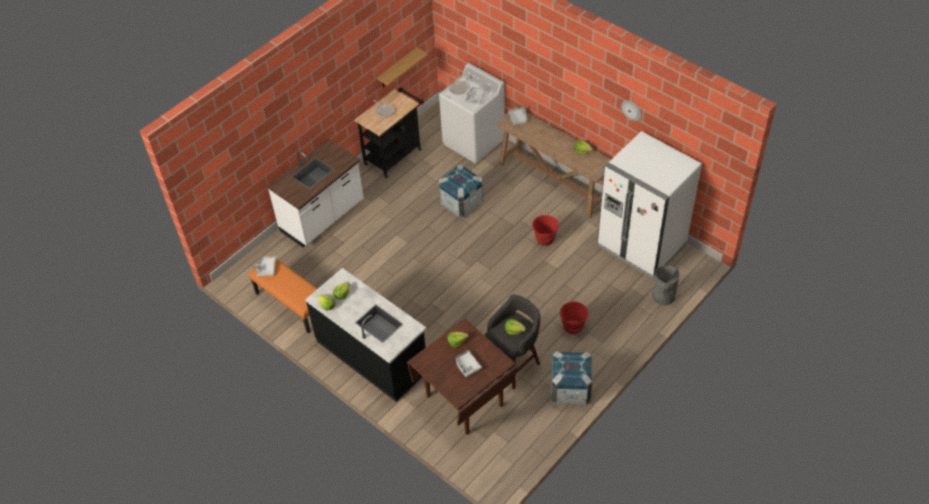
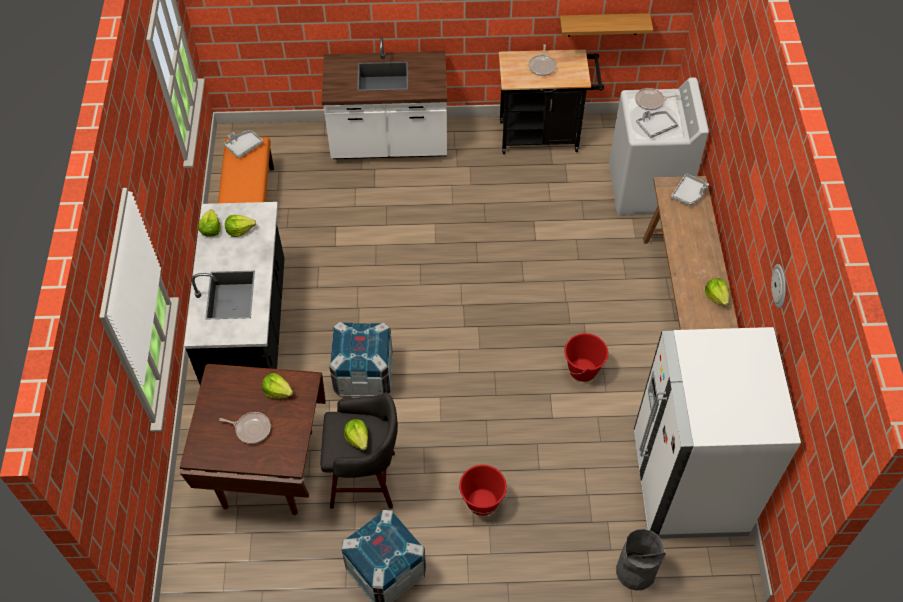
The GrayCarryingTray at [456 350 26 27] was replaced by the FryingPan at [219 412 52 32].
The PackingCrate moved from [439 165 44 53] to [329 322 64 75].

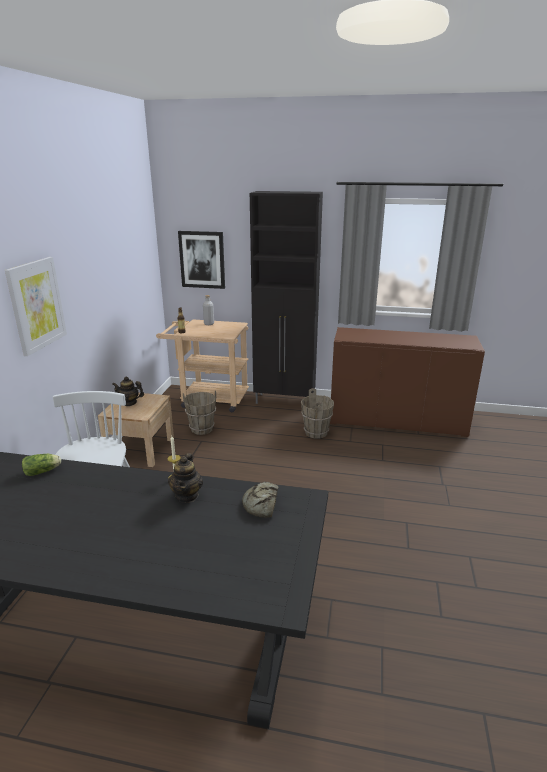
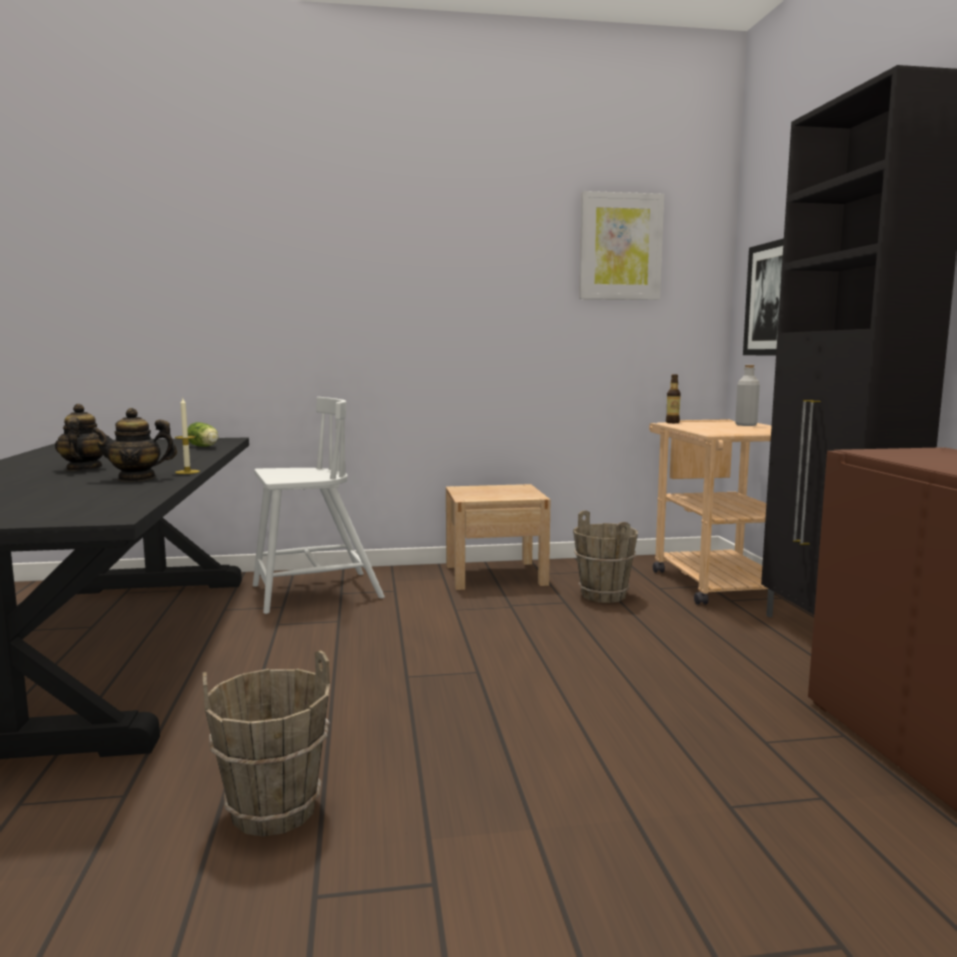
The TeaPot moved from [112 376 32 30] to [55 404 48 67].
The BrownColouredWaterBucket moved from [301 388 33 51] to [203 650 127 187].
The Picture moved from [5 257 62 99] to [579 191 85 109].
The BakeryBread at [242 482 37 36] disappeared.

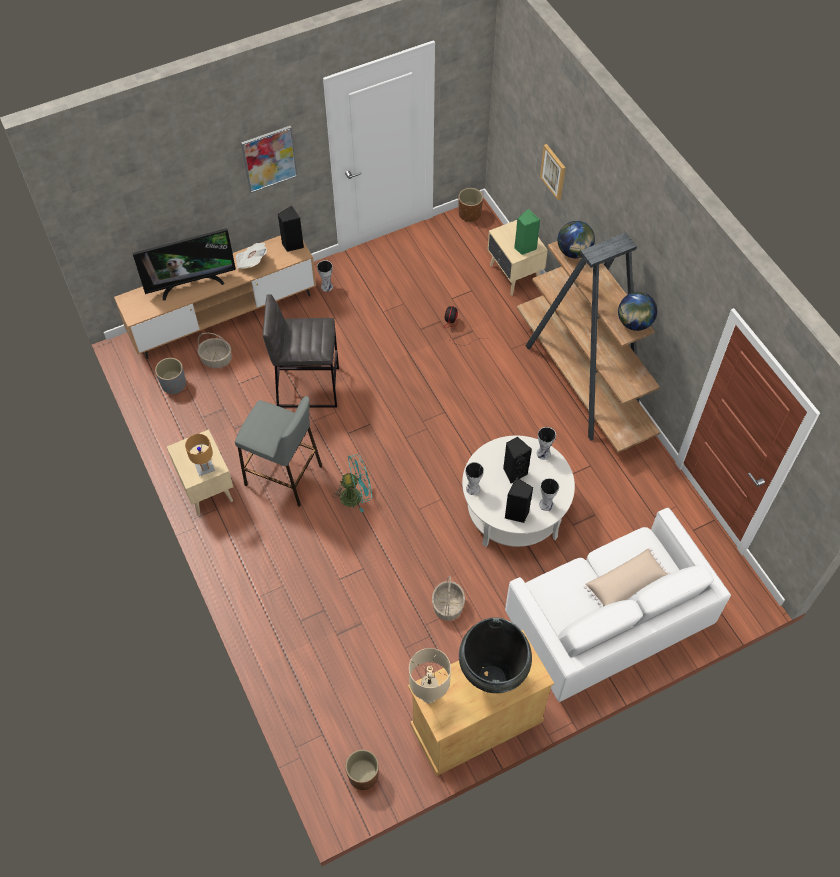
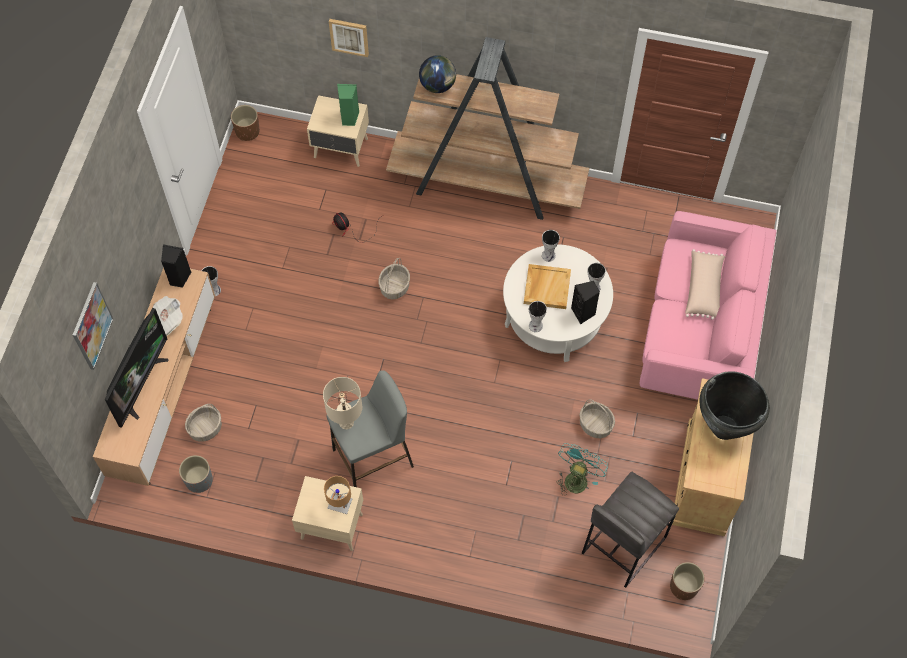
The Picture moved from [241 126 57 67] to [73 282 40 88].
The BeigeTabletopLamp moved from [409 648 42 55] to [323 377 39 53].
The HouseholdBasket at [378 258 32 41] appeared.
The BlackAudioSpeaker at [503 437 29 47] was replaced by the BeigeCarryingTray at [524 264 47 45].
The TurquoiseElectricFan moved from [334 454 38 58] to [557 443 51 53].
The GrayStoolSeat moved from [263 294 76 114] to [582 471 97 117].
The WhiteSofa at [505 508 226 194] became the PinkishSofa at [640 211 137 189].
The Globe at [618 292 39 39] disappeared.

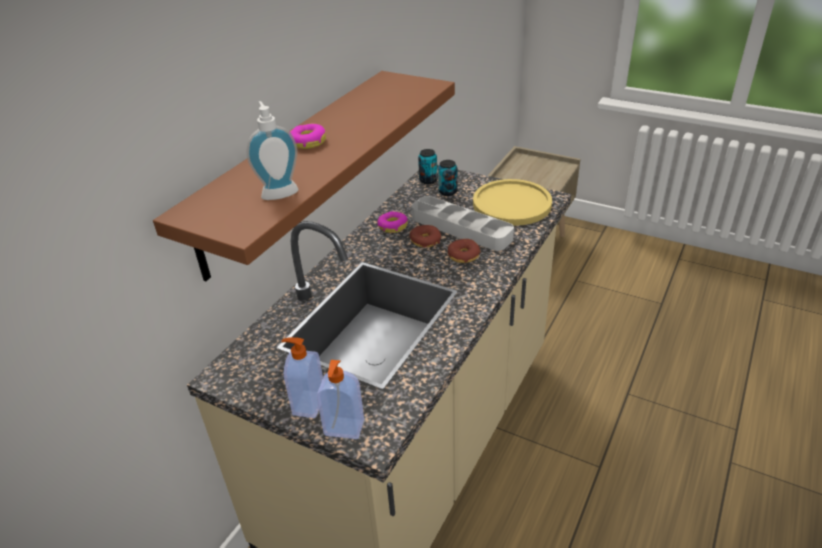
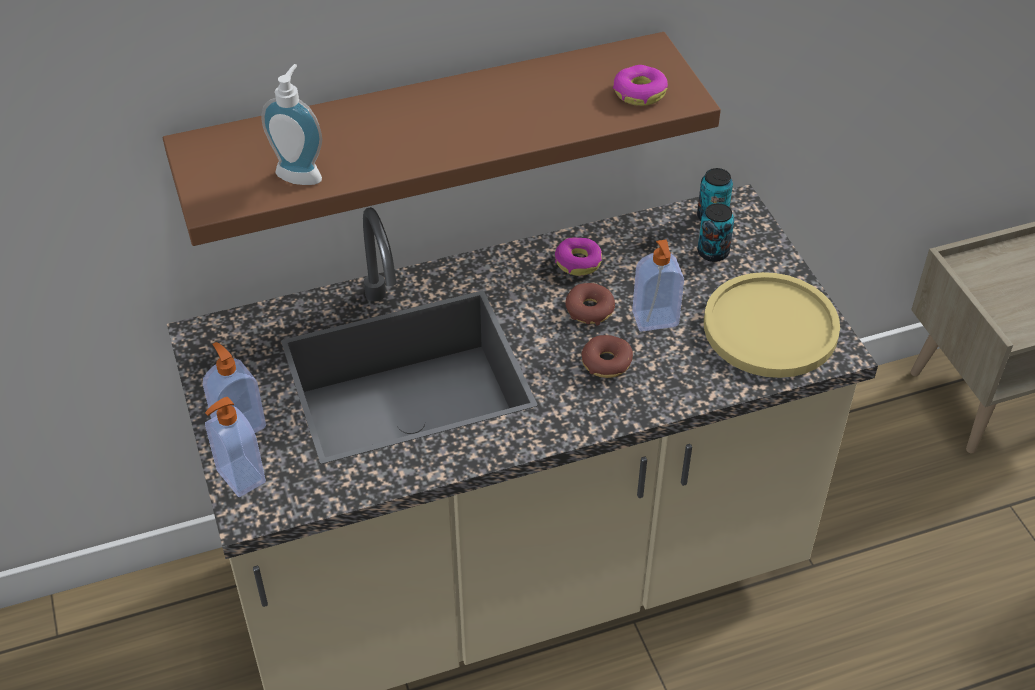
The RingDoughnut moved from [290 124 36 25] to [613 65 55 41].
The GrayCarryingTray at [412 196 102 55] was replaced by the SoapBottle at [632 240 52 92].

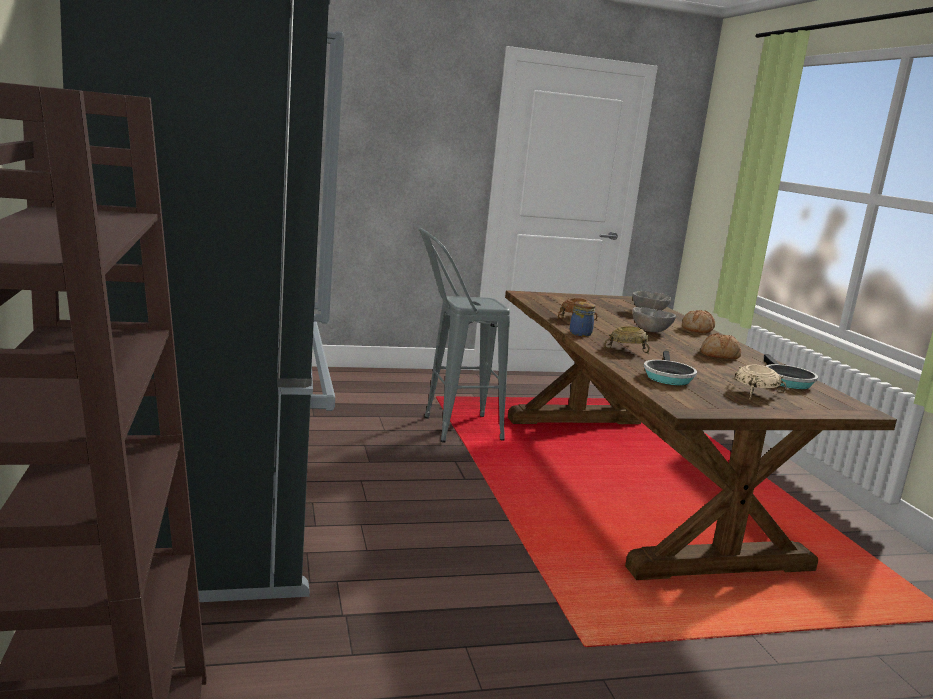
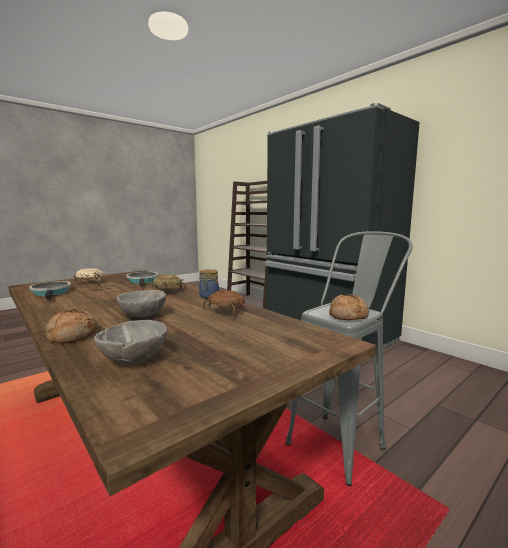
The BakeryBread moved from [701 333 40 26] to [329 294 40 26].

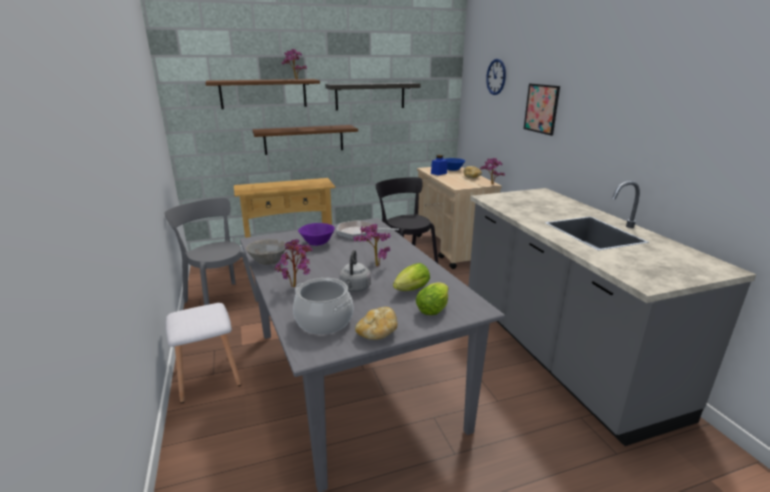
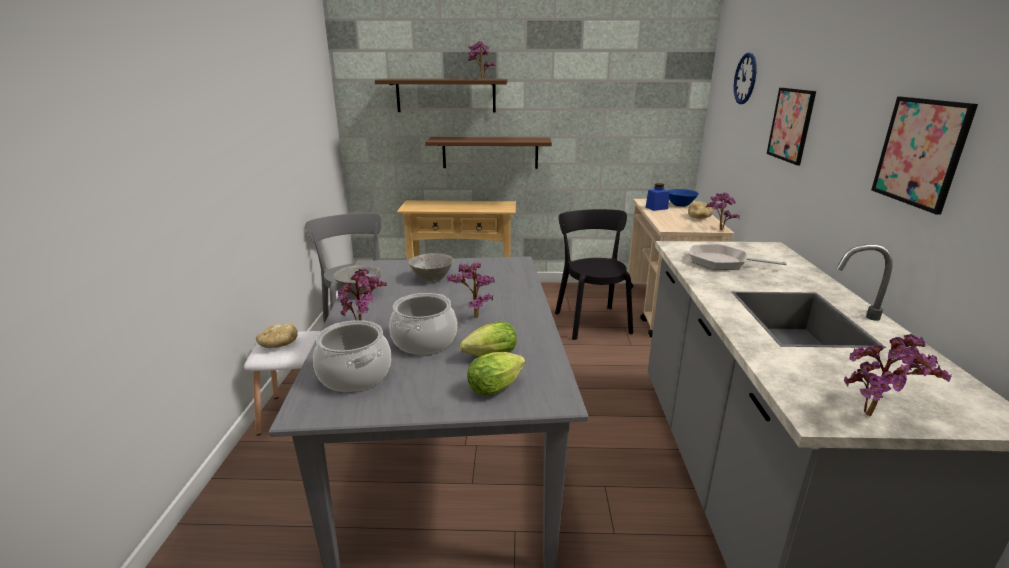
The BakeryBread moved from [355 307 43 33] to [256 324 42 24].
The GrayWaterKettle at [339 250 32 42] was replaced by the CookingPot at [389 293 68 61].
The PurplishBowl at [298 223 37 23] became the GrayBowl at [408 253 46 28].
The FryingPan moved from [336 220 63 19] to [689 244 98 26].
The Houseplant at [844 334 108 83] appeared.
The Picture at [871 97 107 117] appeared.
The WallShelf at [325 82 95 28] disappeared.

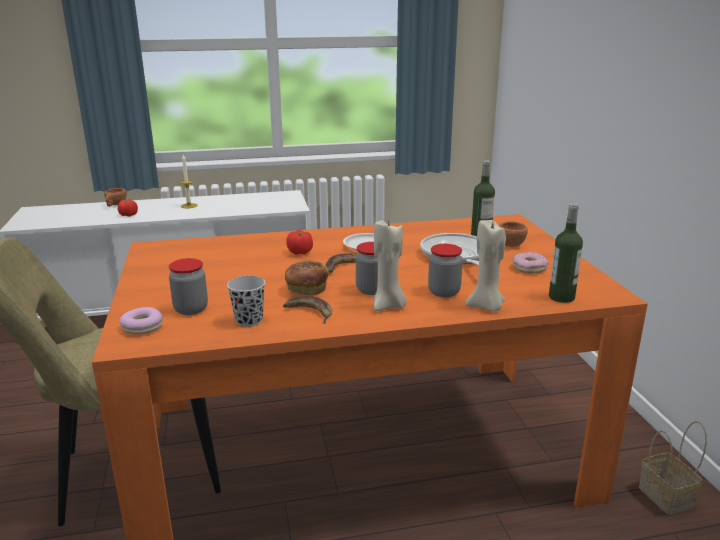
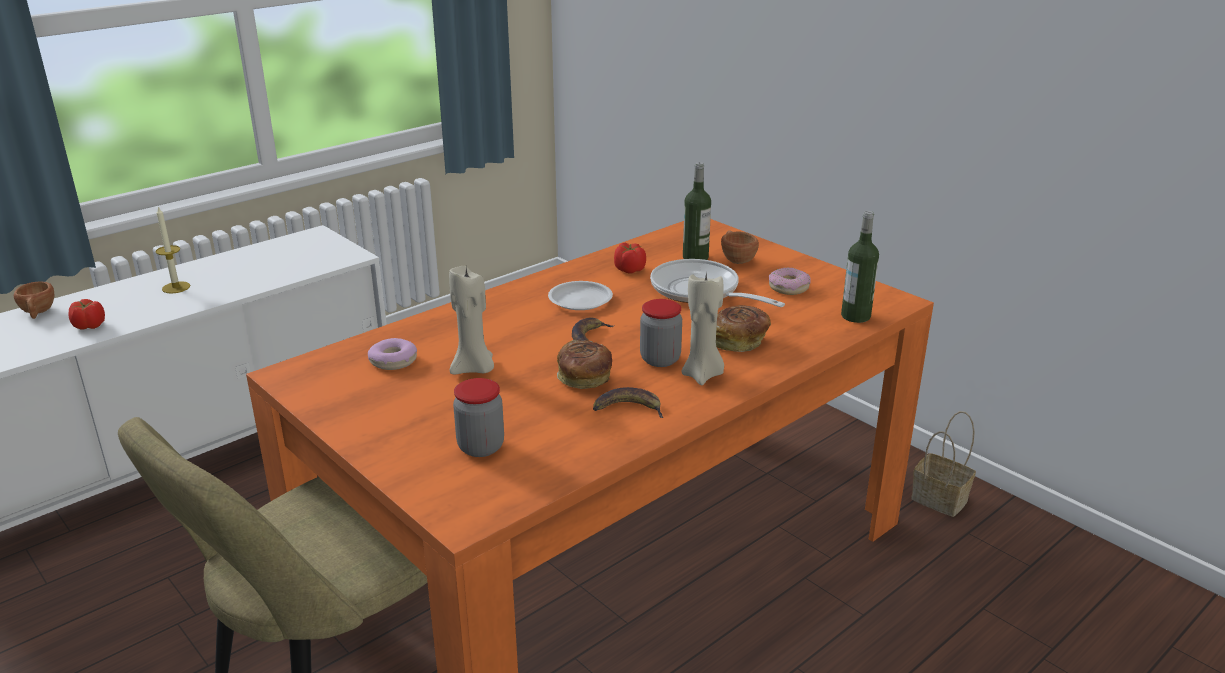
The RingDoughnut moved from [120 307 43 28] to [368 338 49 32].
The BeigeWaxCandle moved from [465 220 41 91] to [449 266 45 108].
The WholeTomato moved from [286 230 27 25] to [614 243 32 31].
The Jar at [428 244 35 53] was replaced by the BakeryBread at [716 305 55 47].
The BlackDrinkingCup at [227 276 38 51] disappeared.

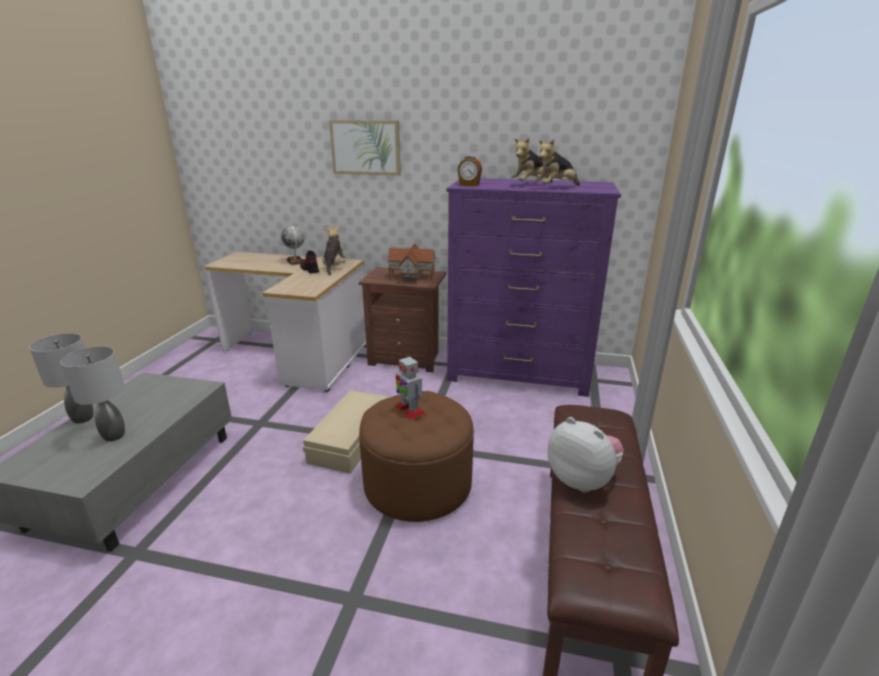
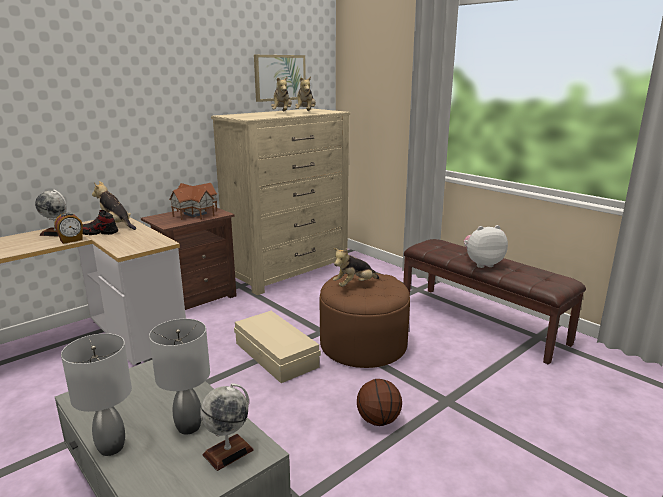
The AlarmClock moved from [457 156 25 30] to [55 213 28 31].
The Globe at [200 383 54 88] appeared.
The PurplishDresser at [446 178 175 219] became the BeigeDresser at [211 109 139 186].
The Picture moved from [329 120 72 56] to [254 55 52 47].
The ModelRobot at [395 355 30 65] was replaced by the SoftToy at [333 248 46 39].
The Basketball at [357 379 45 47] appeared.

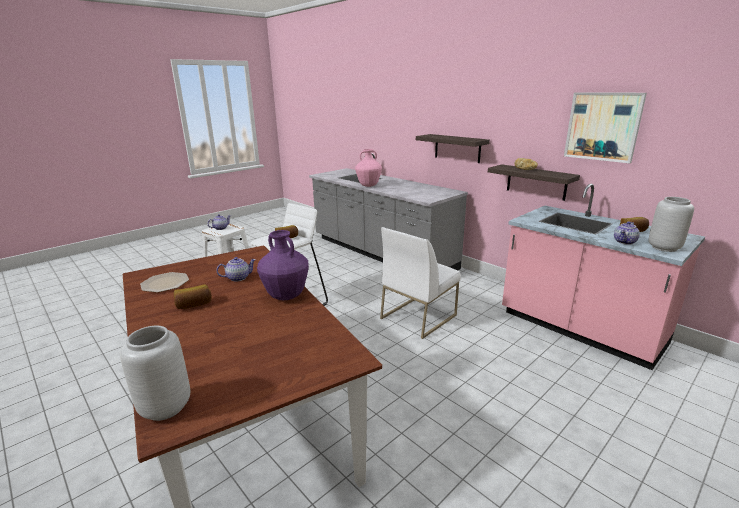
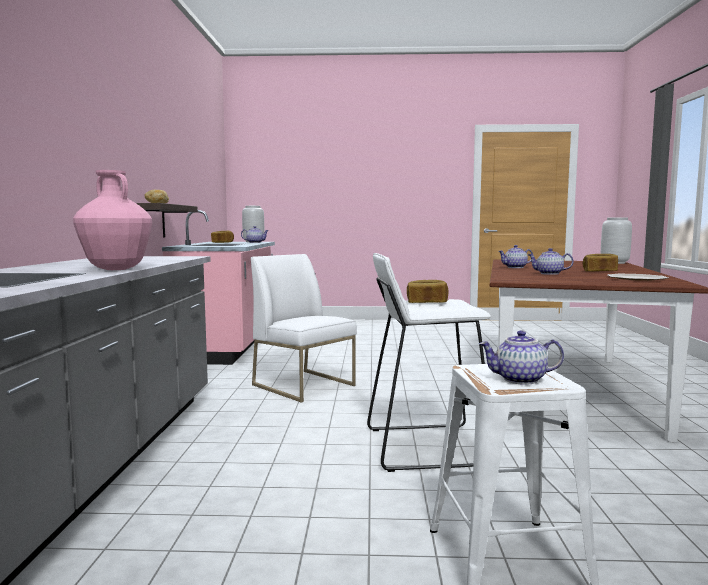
The WhiteUprightChair at [380 227 81 112] turned 135 degrees counterclockwise.
The PurplishDecorativeVase at [257 230 52 70] was replaced by the TeaPot at [498 245 35 23].
The WallShelf at [416 134 74 29] disappeared.
The Picture at [564 92 83 71] disappeared.

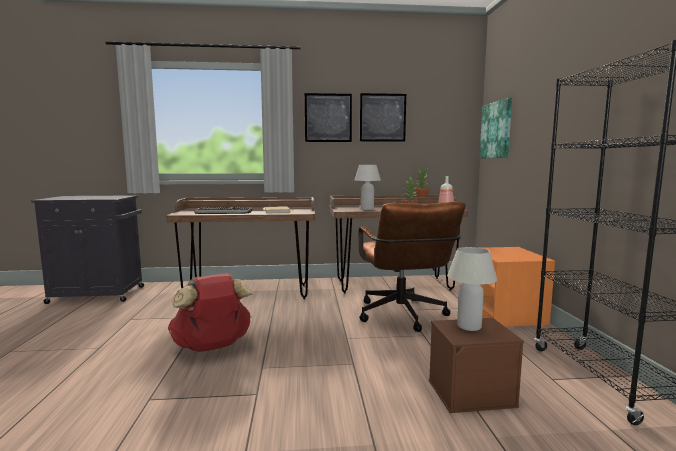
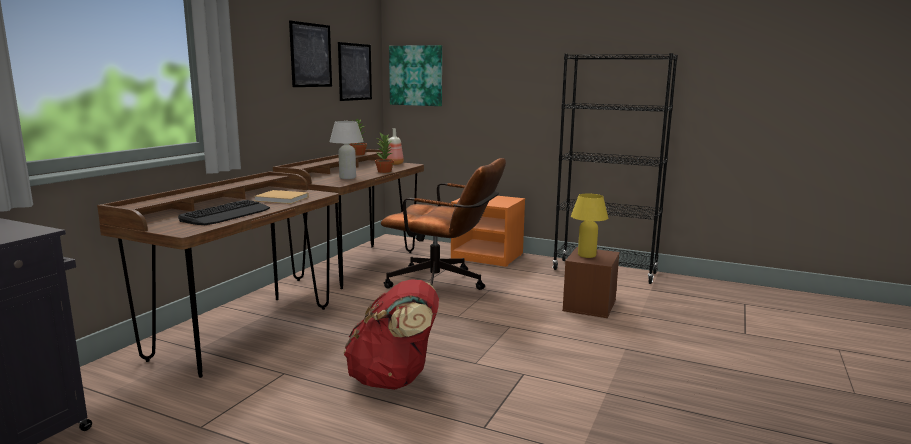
The Picture moved from [305 93 47 49] to [338 42 34 59].
The WhiteTabletopLamp at [447 247 50 84] became the YellowTabletopLamp at [571 194 37 64].

